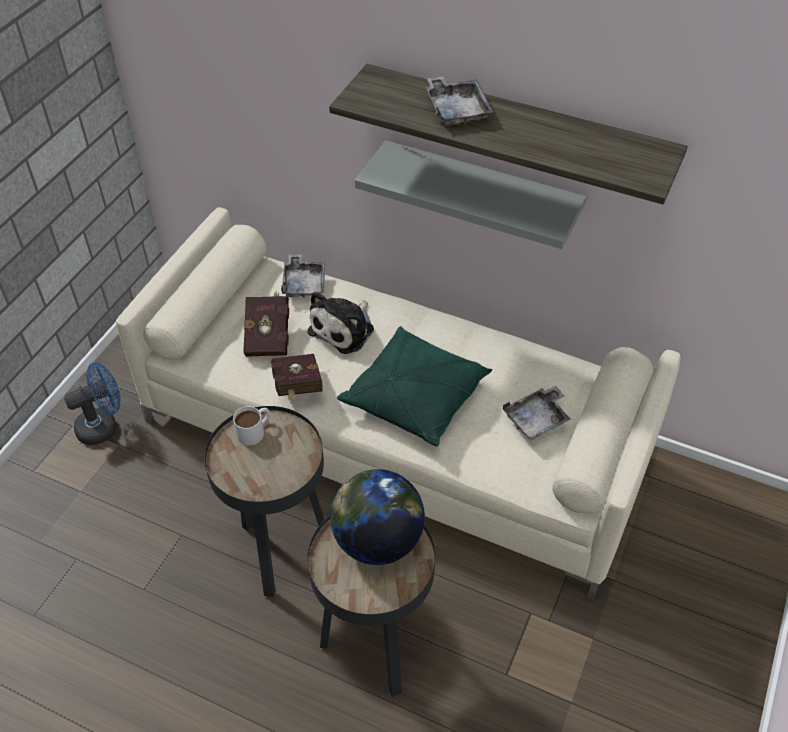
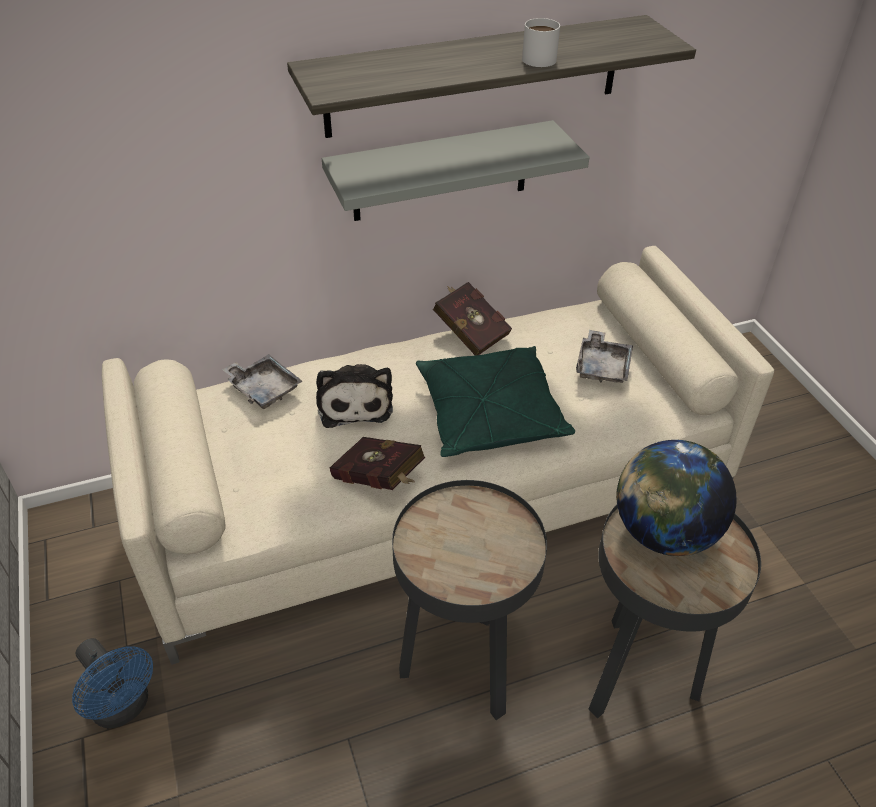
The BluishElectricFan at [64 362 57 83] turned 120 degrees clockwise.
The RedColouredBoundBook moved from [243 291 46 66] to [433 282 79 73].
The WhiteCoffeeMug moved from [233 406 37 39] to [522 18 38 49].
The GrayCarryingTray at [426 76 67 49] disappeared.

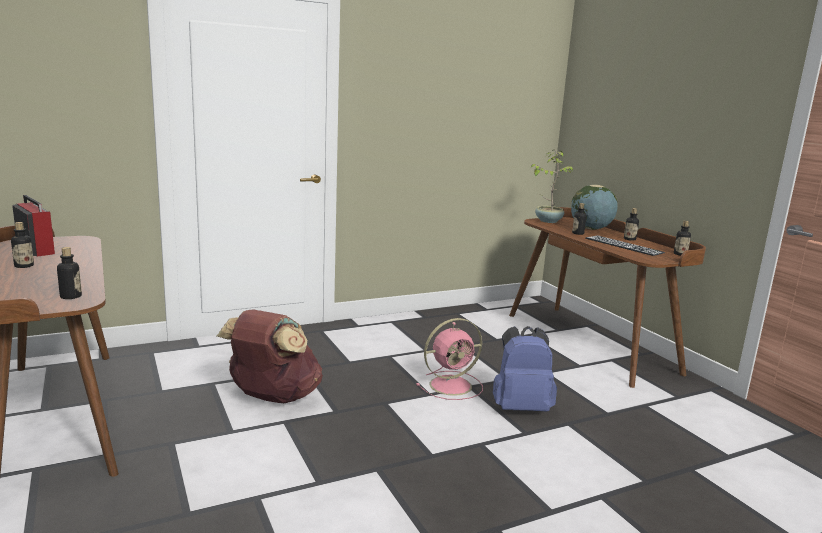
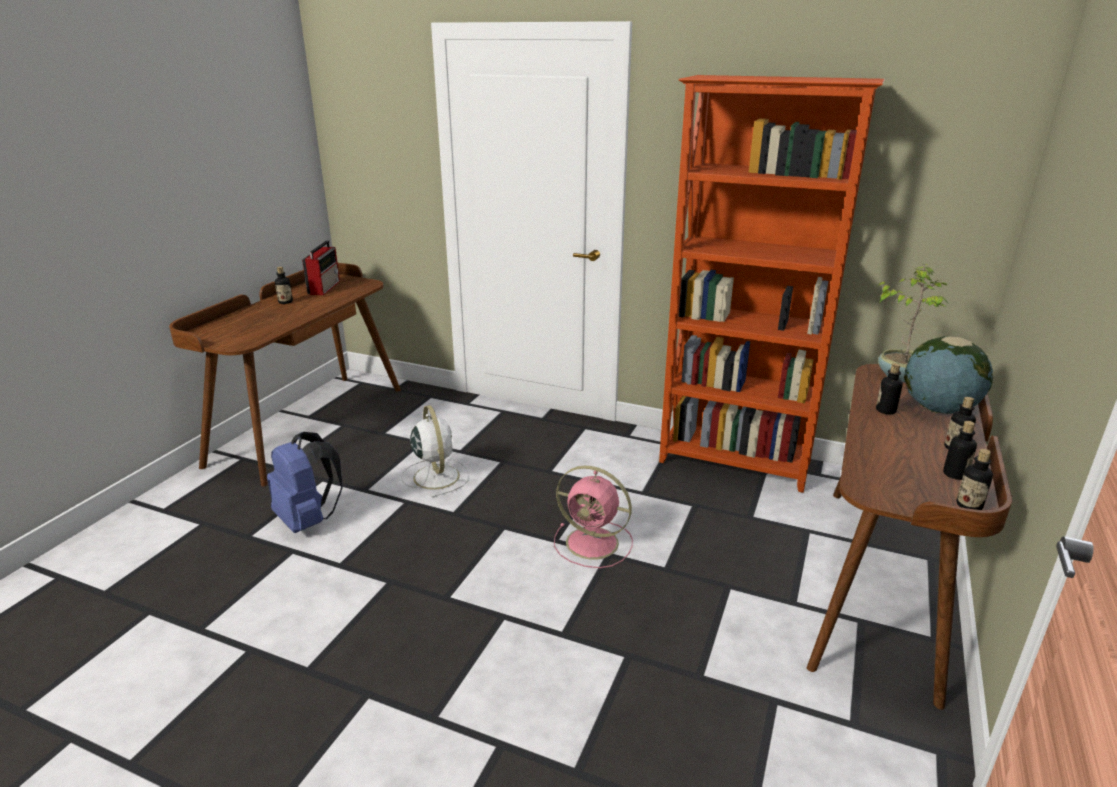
The BluishRucksack moved from [493 326 64 86] to [267 432 76 101].
The BrownColouredRucksack at [217 309 106 94] was replaced by the WhiteElectricFan at [401 405 68 93].
The OrangeyBookcase at [659 75 226 418] appeared.
The DrinkBottle moved from [57 247 25 52] to [943 421 34 59].
The PcKeyboard at [585 235 80 21] disappeared.

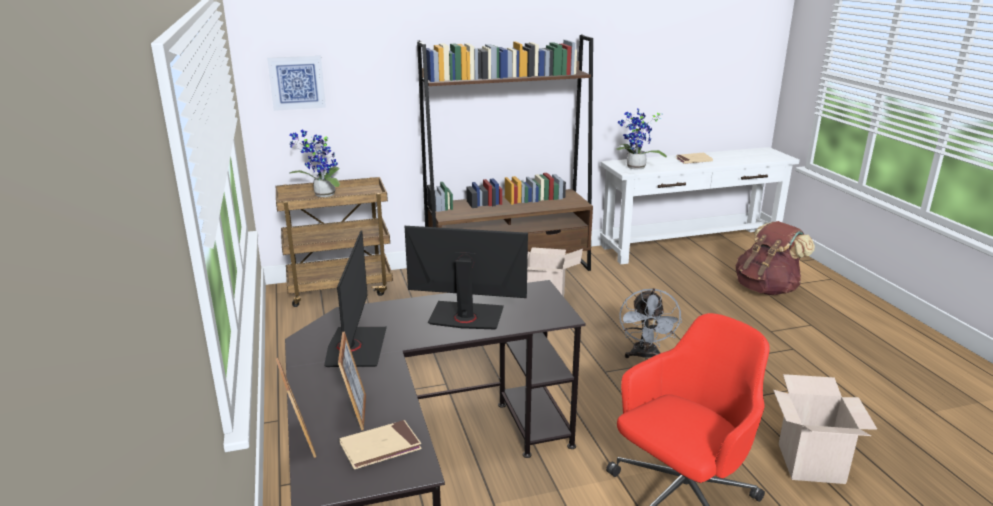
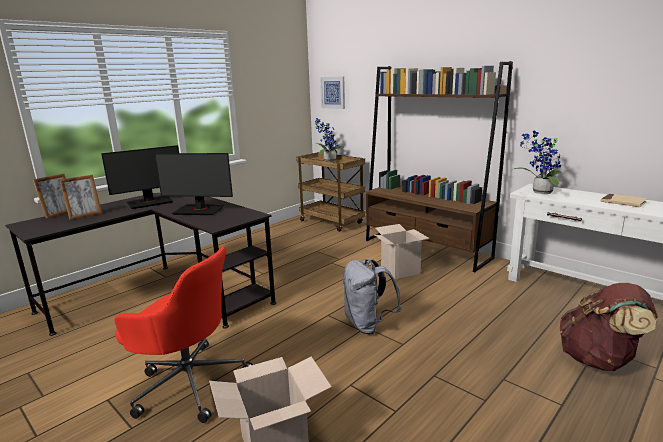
The ComputerScreen at [405 226 123 103] turned 120 degrees clockwise.
The GrayElectricFan at [619 288 63 73] was replaced by the GrayRucksack at [343 259 59 75].
The BeigeBoundBook at [340 420 81 49] disappeared.

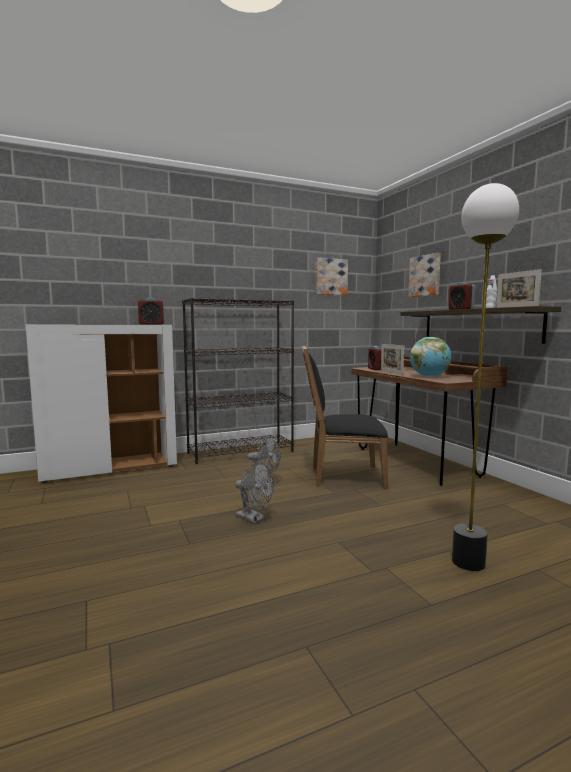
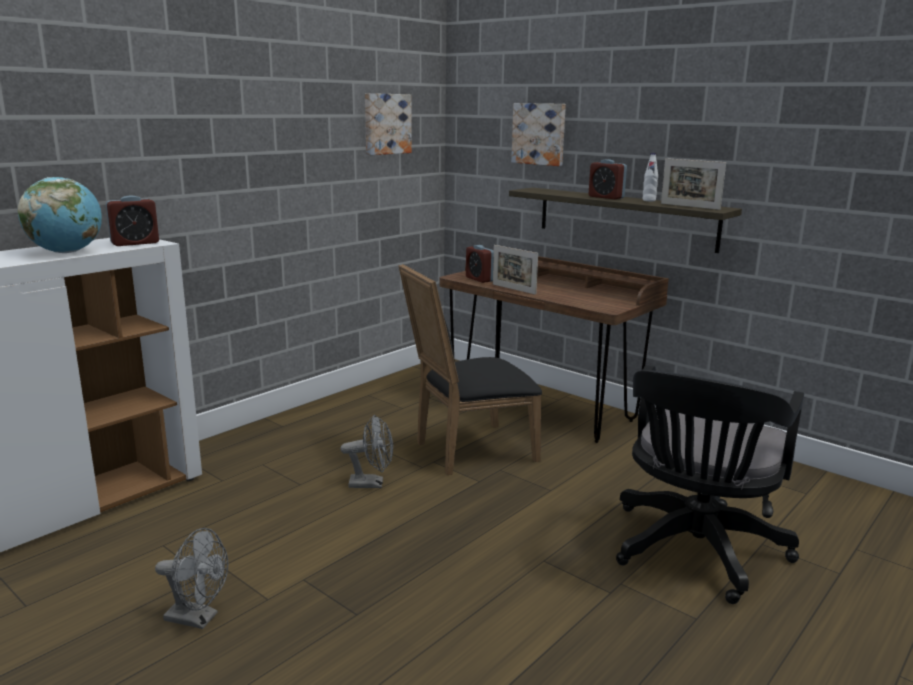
The Globe moved from [410 337 41 40] to [18 177 84 76].
The GrayElectricFan moved from [235 462 39 62] to [155 528 73 101].
The StandardLamp at [452 183 67 388] was replaced by the BlackDeskChair at [616 365 188 239].
The BlackBookcase at [182 298 112 166] disappeared.

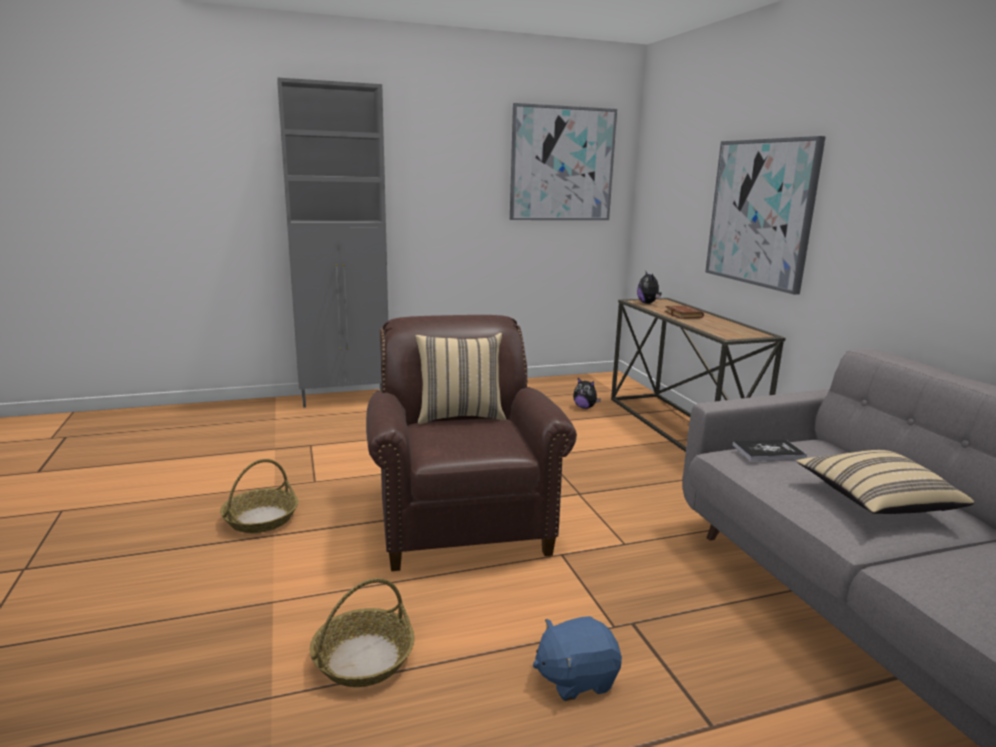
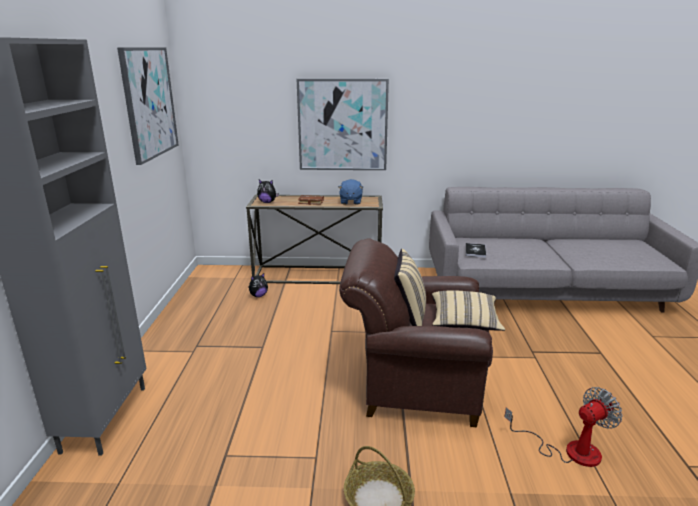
The BluishSoftToy moved from [533 616 89 85] to [338 179 25 26].
The BeigePillow moved from [797 450 177 64] to [432 290 73 41].
The HouseholdBasket at [310 578 105 109] was replaced by the ElectricFan at [505 387 117 80].

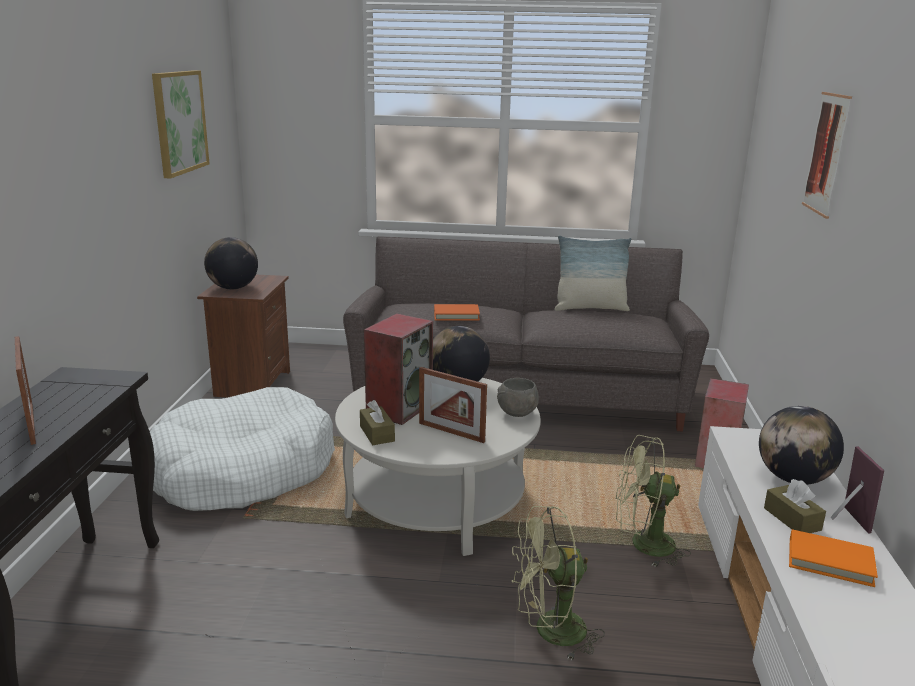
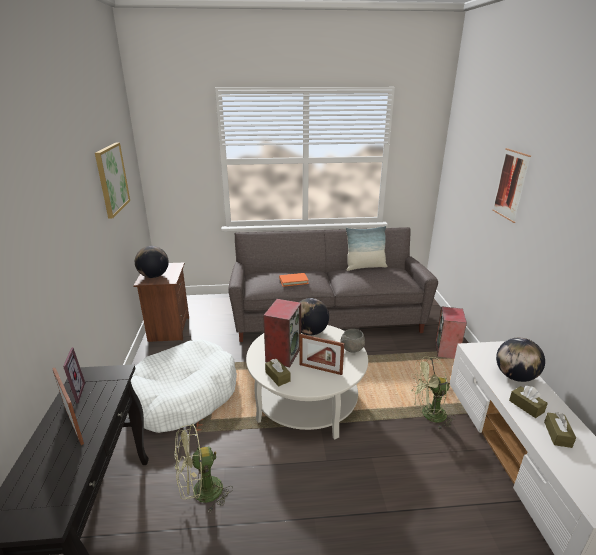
The PhotoFrame moved from [831 447 53 86] to [63 347 22 56].
The GreenColouredElectricFan moved from [512 506 93 155] to [175 424 58 89].
The OrangeyBoundBook at [789 529 89 58] was replaced by the BrownColouredBoxOfTissues at [544 412 32 36].

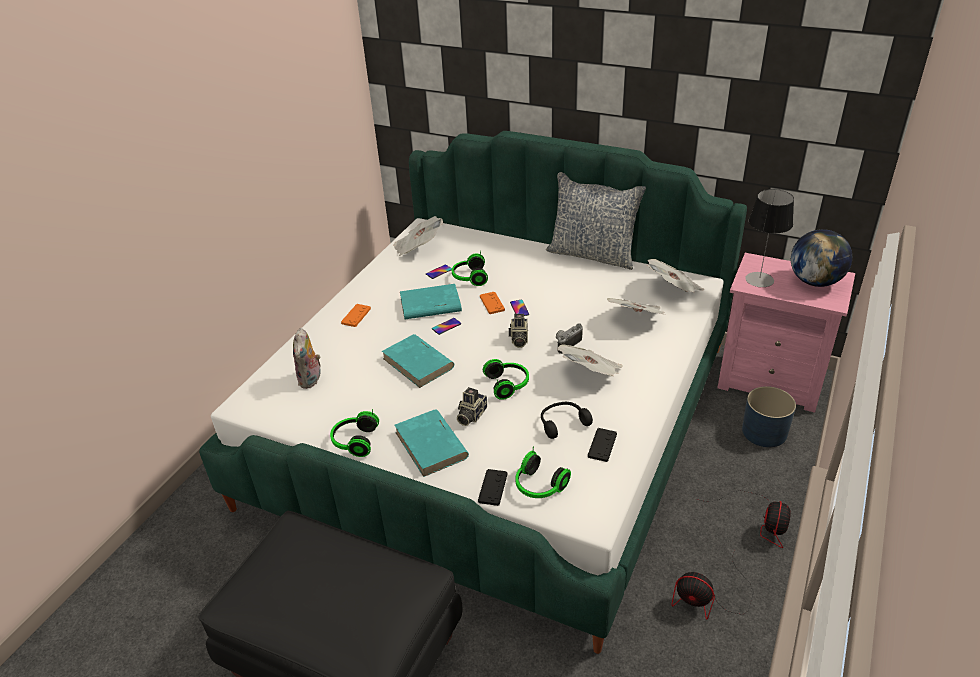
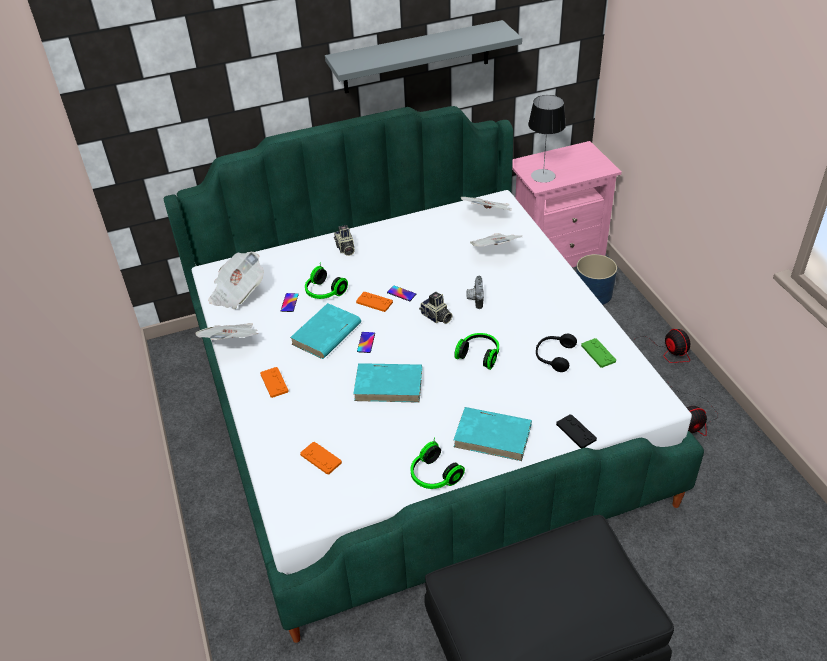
The PrintedPaper moved from [558 344 65 32] to [196 323 62 17].
The SoftToy at [293 328 30 61] was replaced by the OrangeyJoypad at [300 442 42 33].
The GrayWallShelf at [325 20 197 73] appeared.
The PhotoCamera moved from [457 388 30 38] to [334 225 21 31].
The BlackJoypad at [588 428 29 34] became the GreenColouredJoypad at [581 338 35 30].
The PairOfHeadphones at [515 446 56 52] disappeared.
The Pillow at [546 172 100 98] disappeared.
The Globe at [791 229 61 58] disappeared.

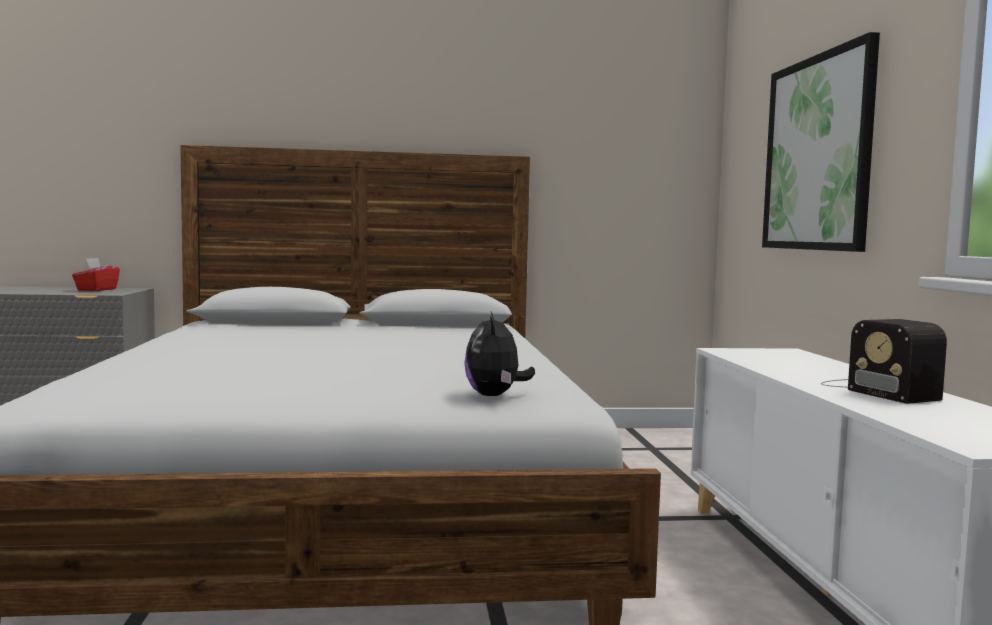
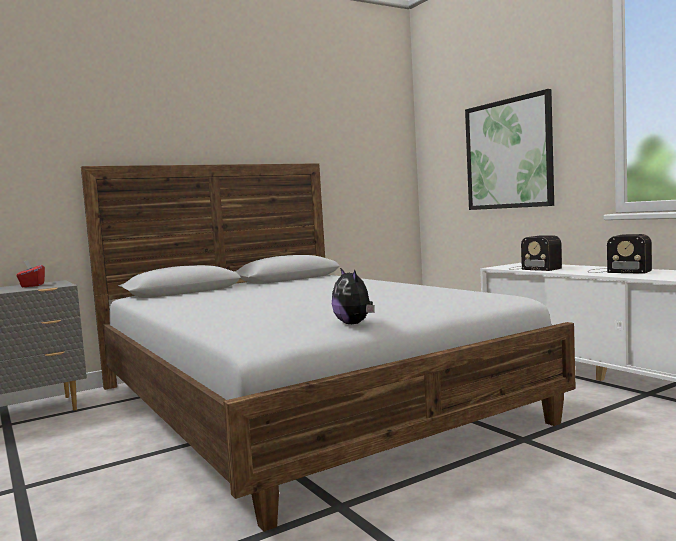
The SoftToy moved from [464 312 71 84] to [332 268 43 56].
The RadioSet at [509 235 53 36] appeared.

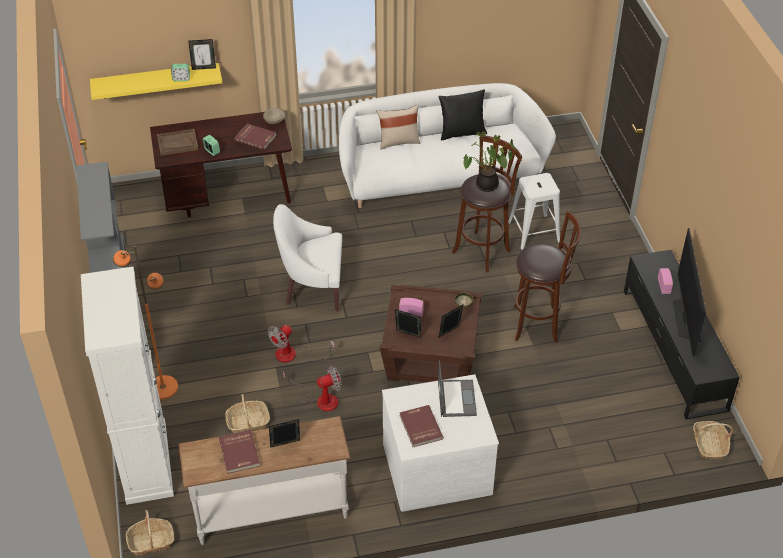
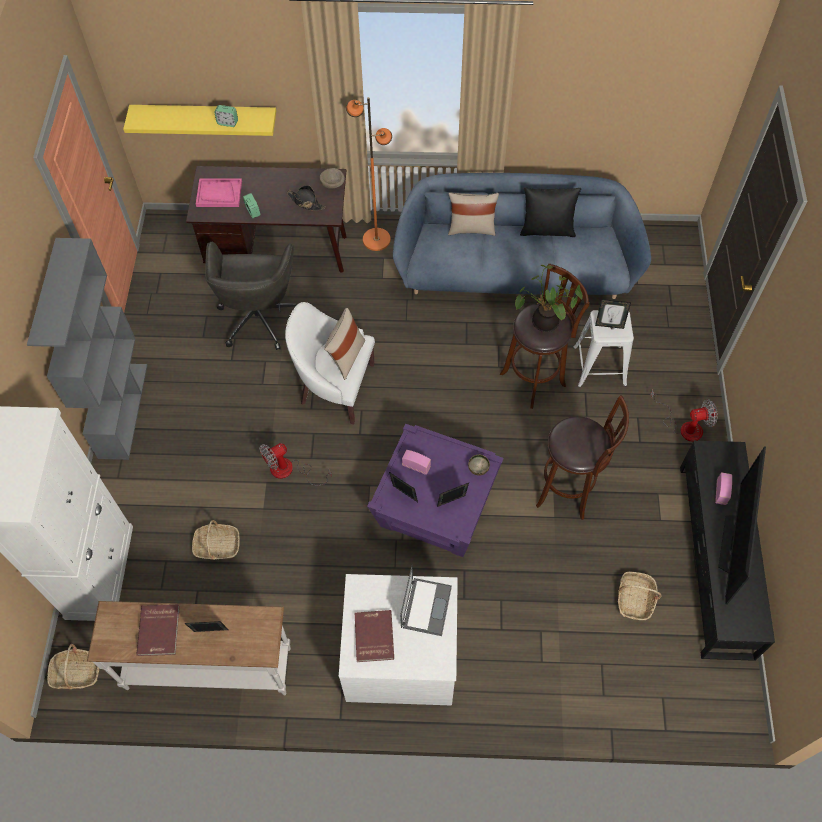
The BrownColouredCarryingTray at [157 129 42 27] became the PinkishCarryingTray at [196 178 46 29].
The GrayDeskChair at [205 242 92 108] appeared.
The RedColouredBoundBook at [234 123 43 27] was replaced by the BlackHat at [286 185 40 26].
The BeigePillow at [324 308 41 72] appeared.
The OrangeyStandardLamp moved from [113 246 65 154] to [346 97 46 154].
The BrownColouredAccentTable at [380 285 102 97] became the PurplishAccentTable at [367 424 137 133].
The WhiteSofa at [339 83 217 125] became the BluishSofa at [393 173 258 126].
The PhotoFrame moved from [188 39 28 31] to [595 299 36 30].
The HouseholdBasket moved from [693 421 40 38] to [618 572 44 48].
The ElectricFan moved from [283 366 59 45] to [651 389 67 53].

